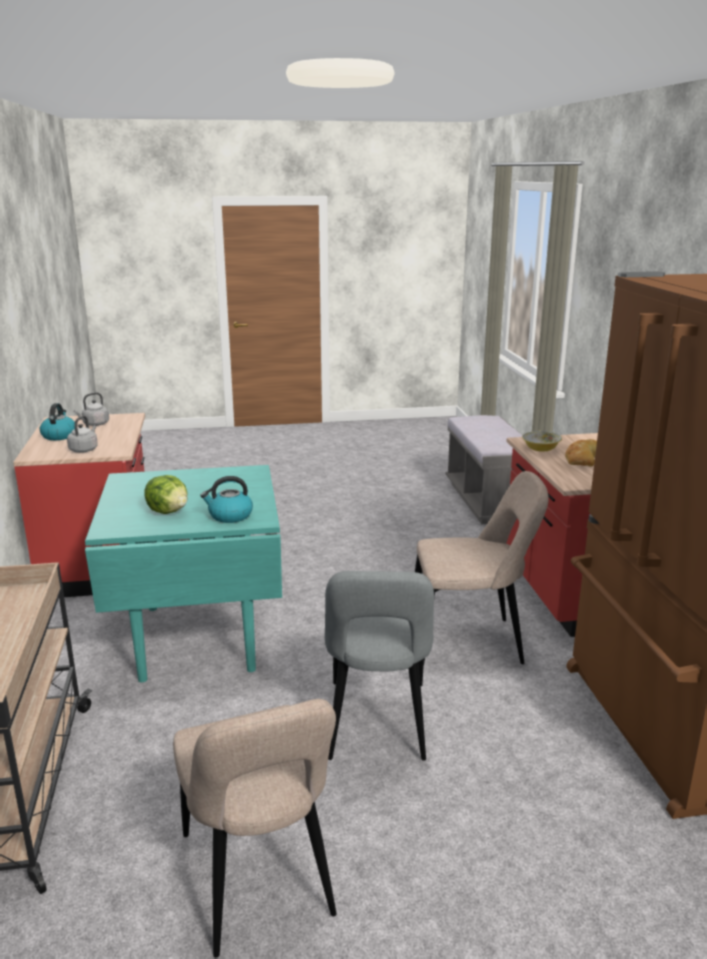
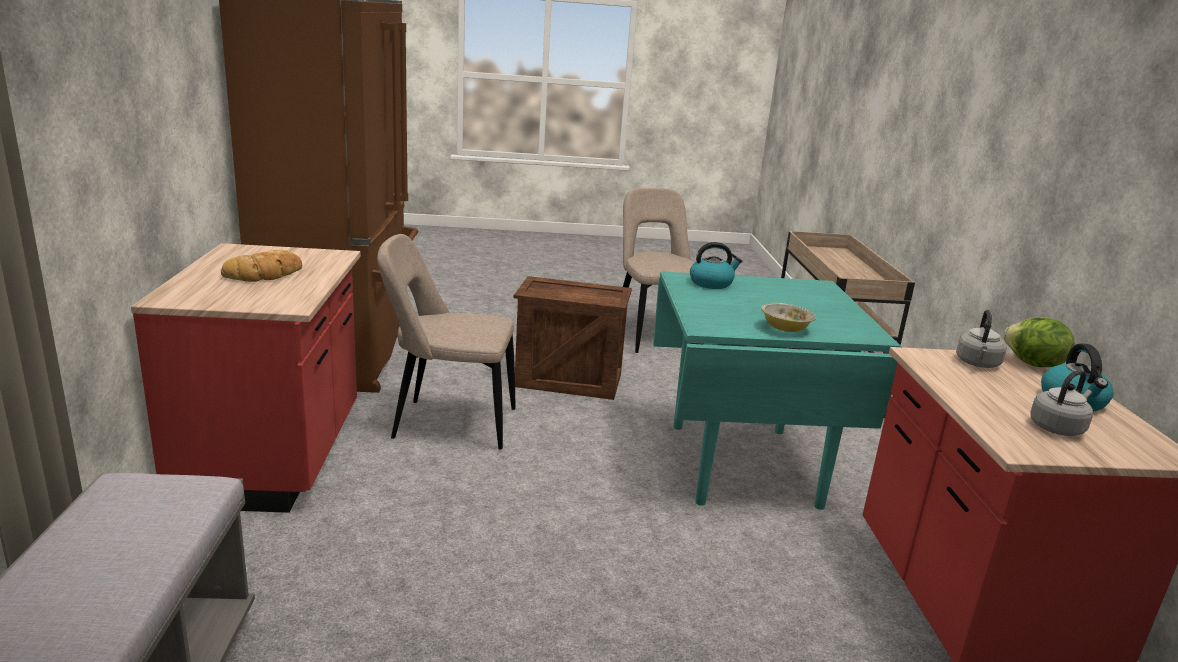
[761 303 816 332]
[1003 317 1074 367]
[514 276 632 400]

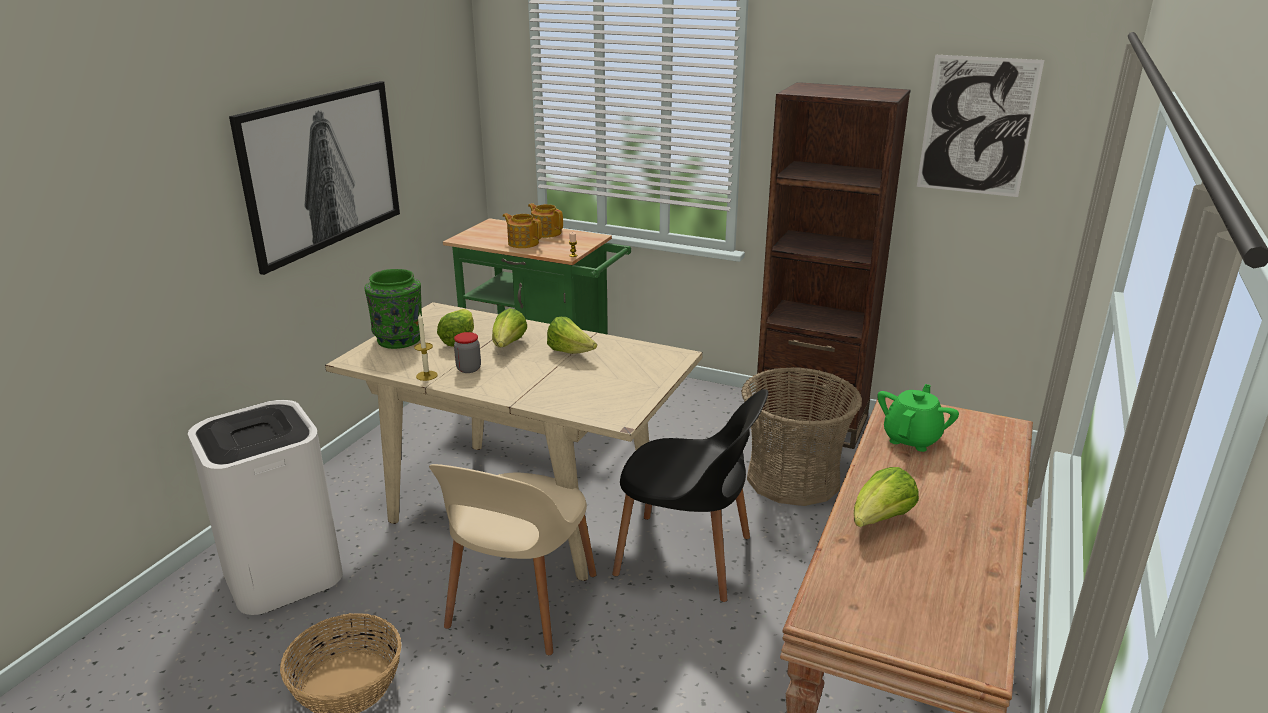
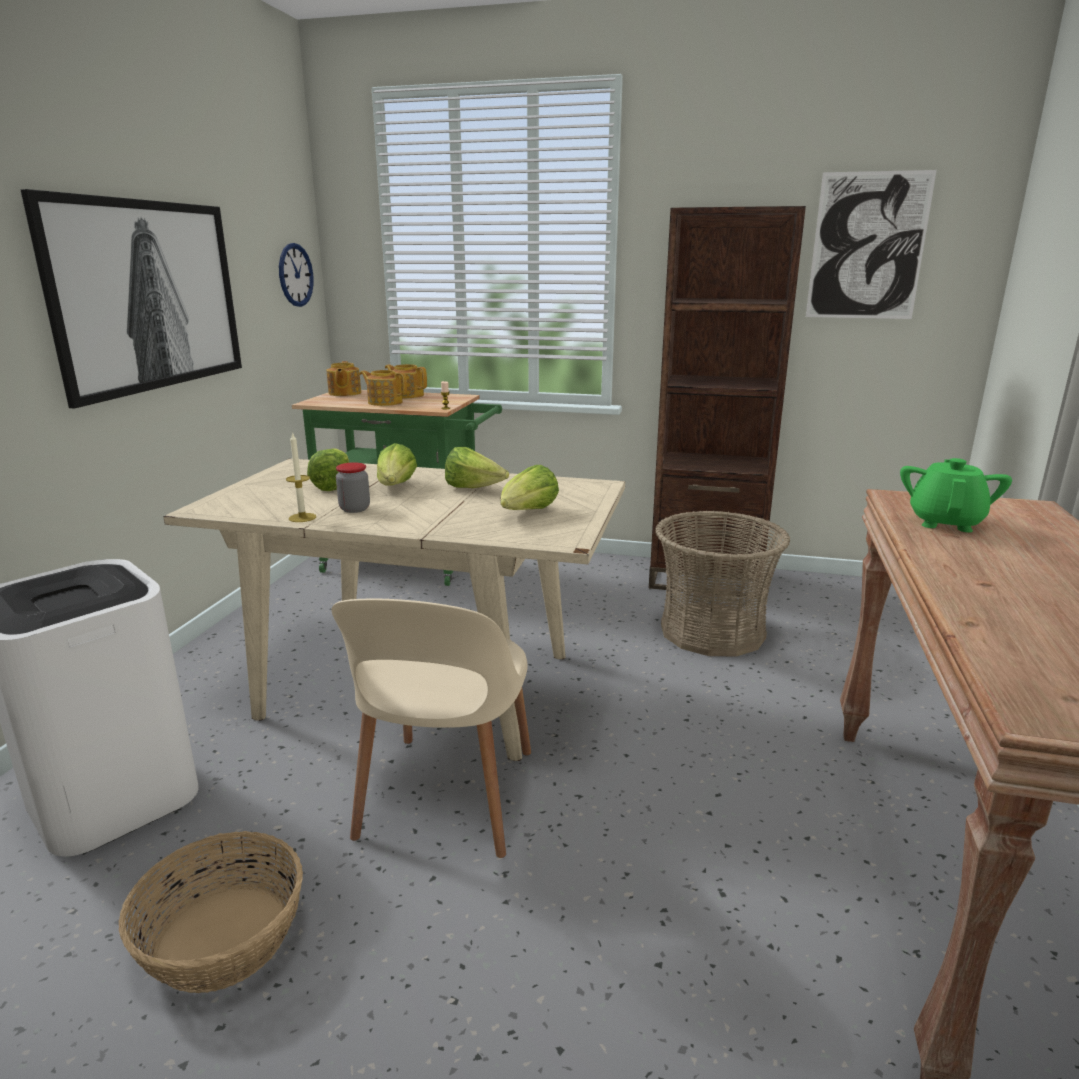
[365 269 424 349] (first image)
[612 389 768 602] (first image)
[500 465 559 510]
[279 243 314 307]
[326 361 361 396]

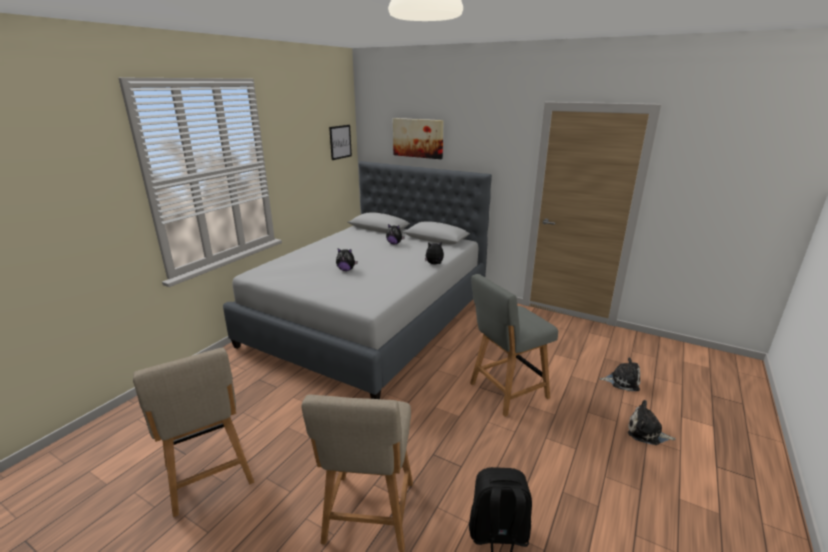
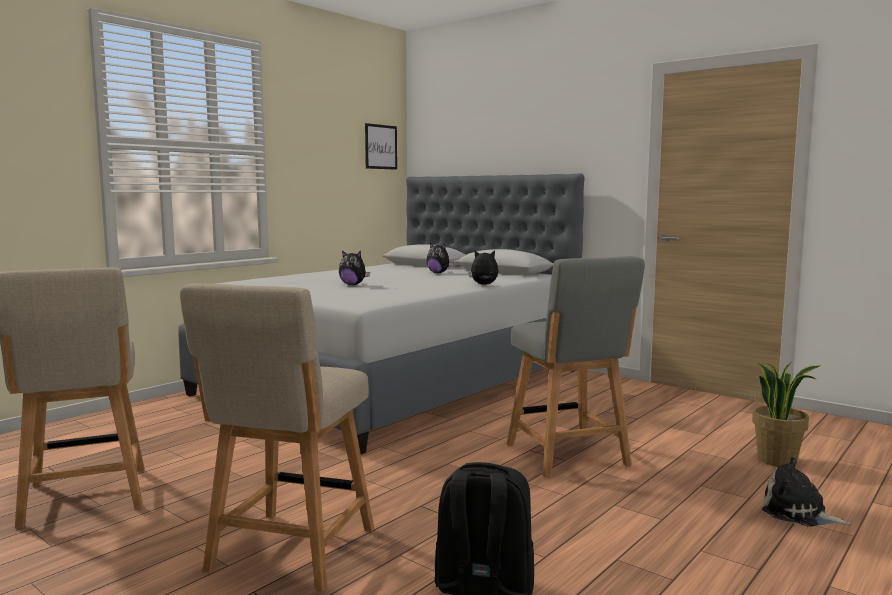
[393 118 444 159] (first image)
[507 257 645 478]
[752 363 819 467]

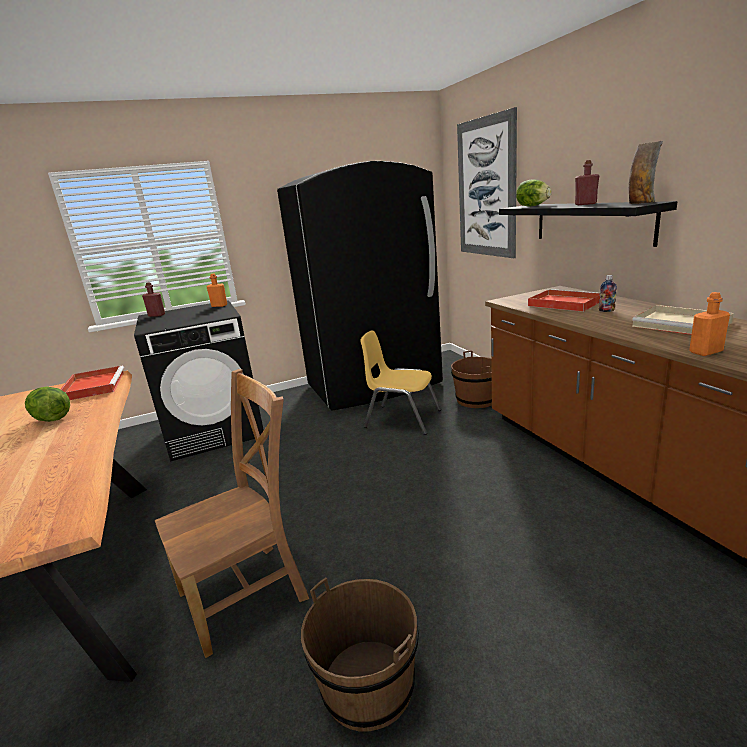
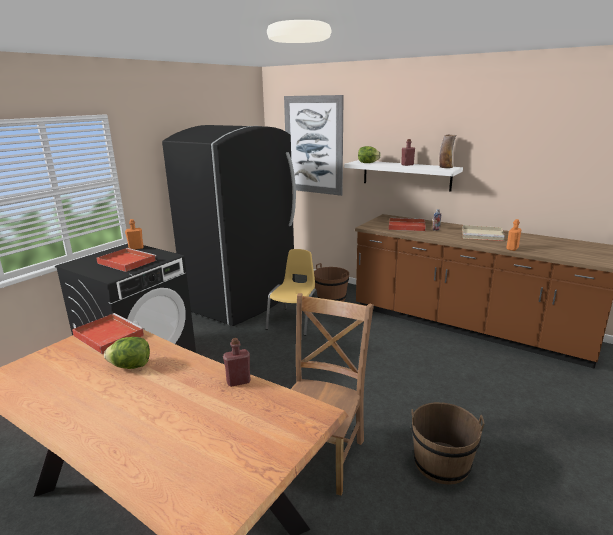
[344 160 463 191]
[223 338 251 387]
[265 249 319 336]
[96 248 156 272]

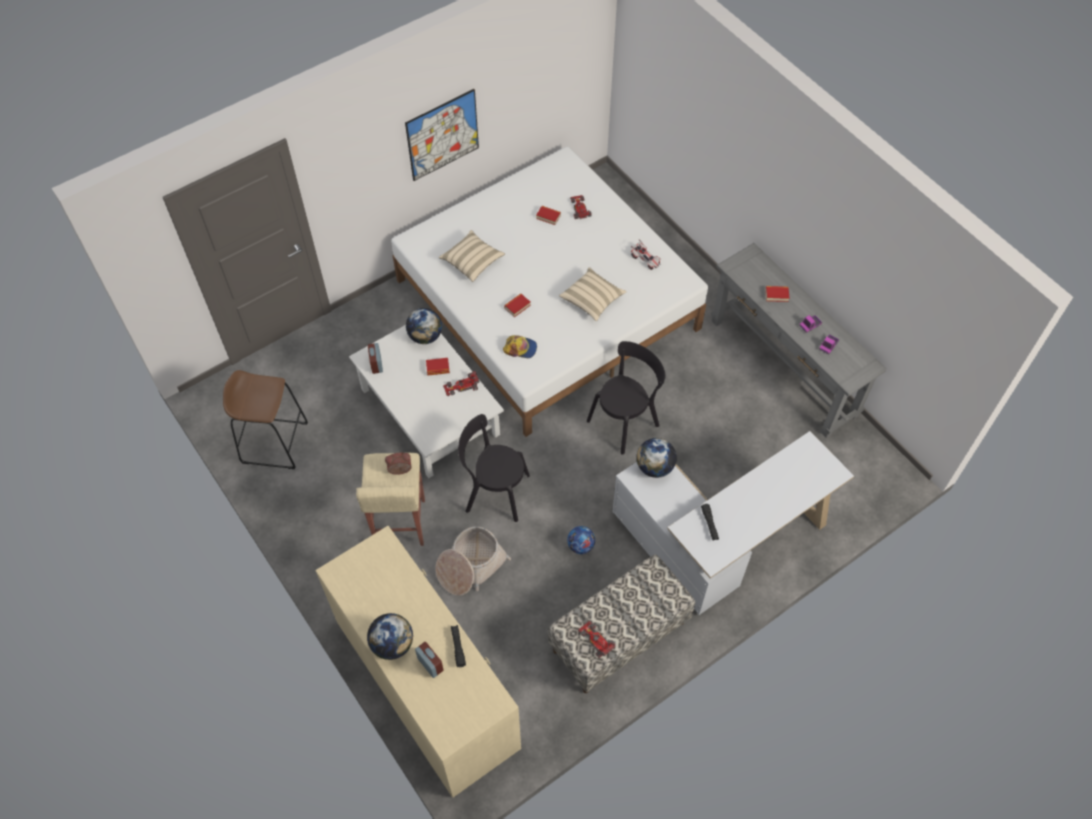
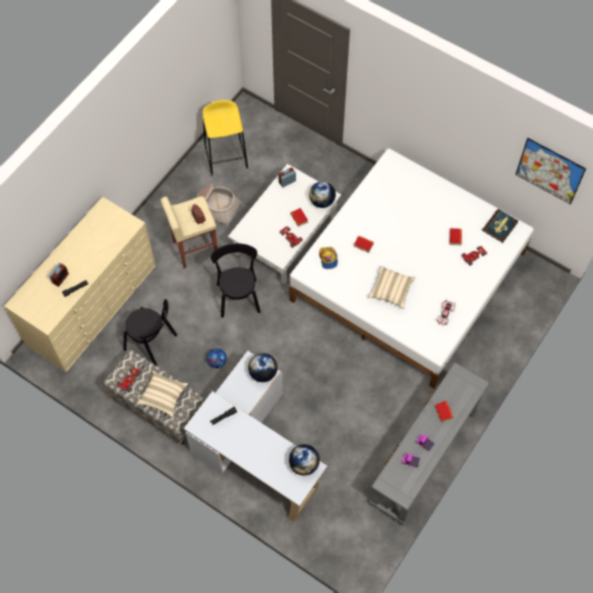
[515 138 586 204]
[137 371 188 417]
[124 299 177 366]
[202 100 248 176]
[196 184 242 228]
[289 444 320 476]
[482 209 518 243]

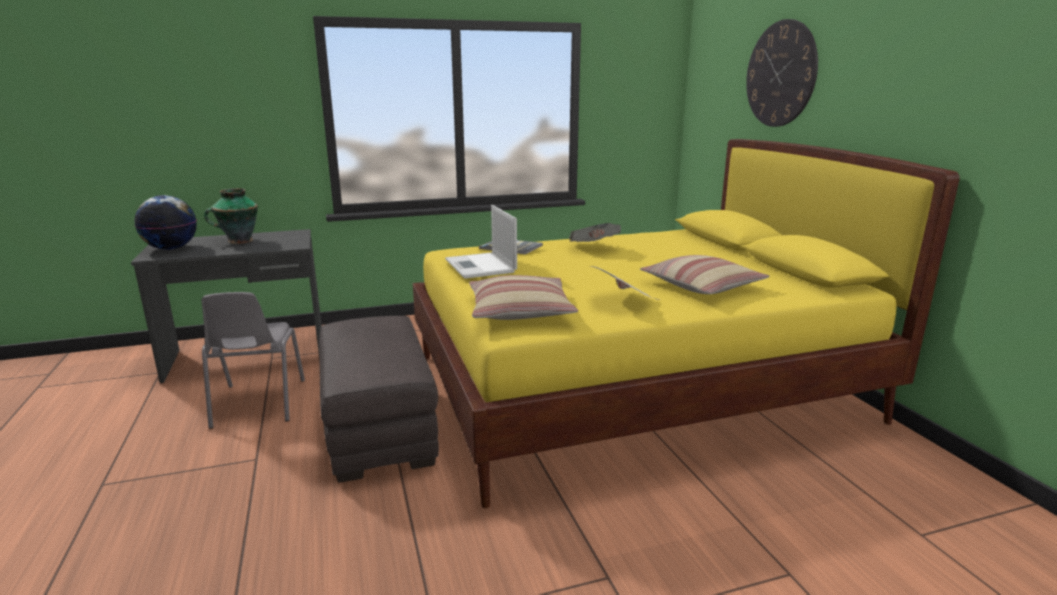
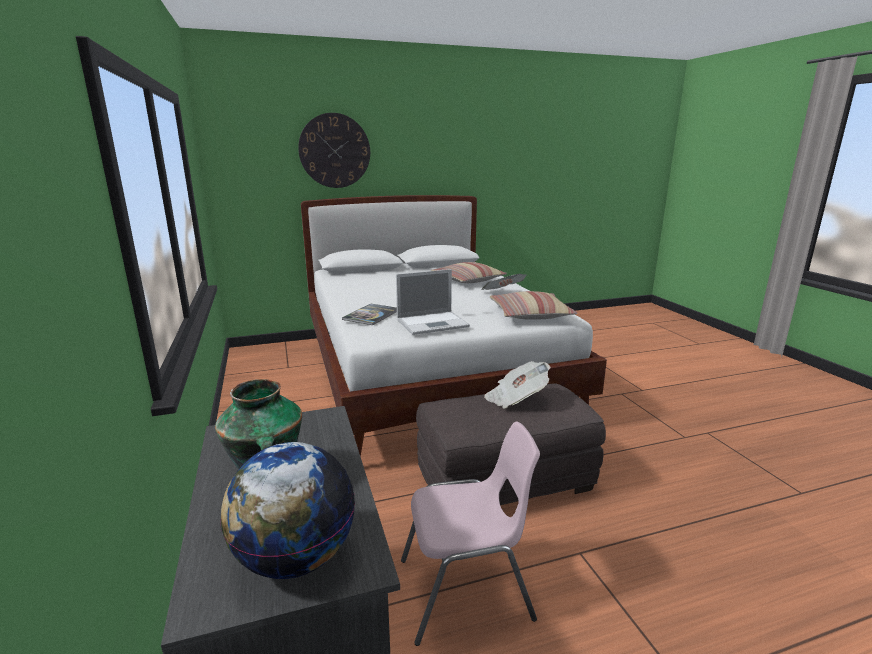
[301 195 607 457]
[484 361 551 409]
[401 421 540 646]

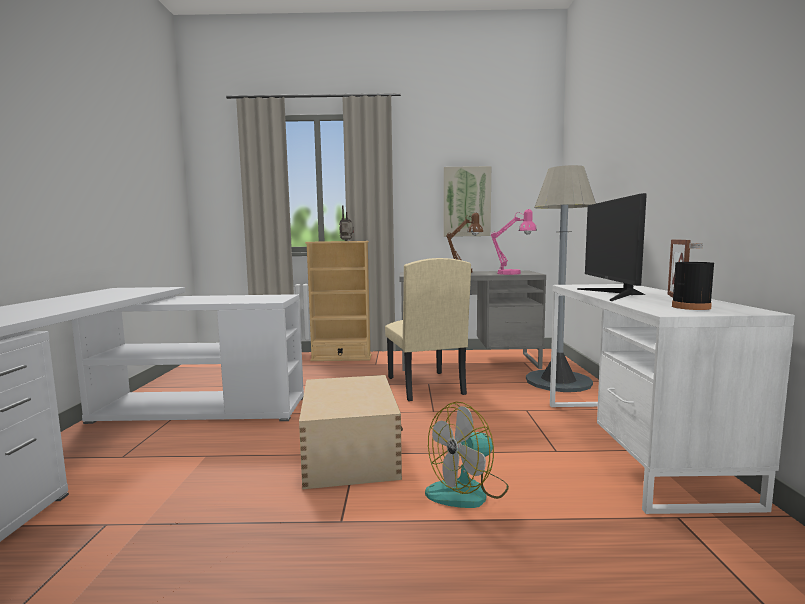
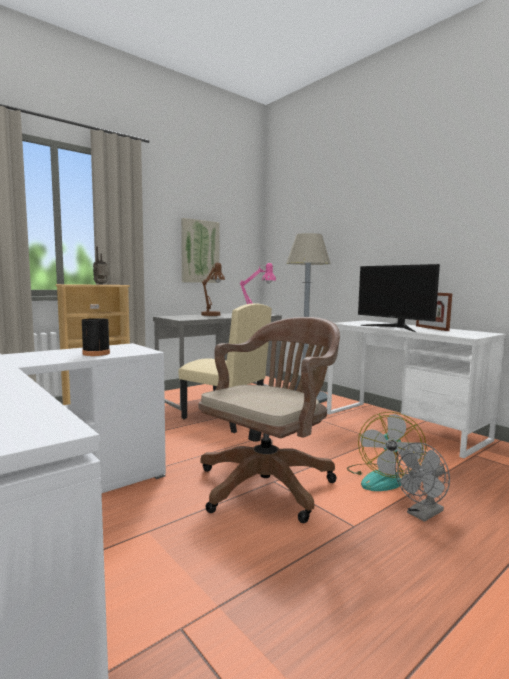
[82 304 110 356]
[199 317 340 523]
[395 442 450 522]

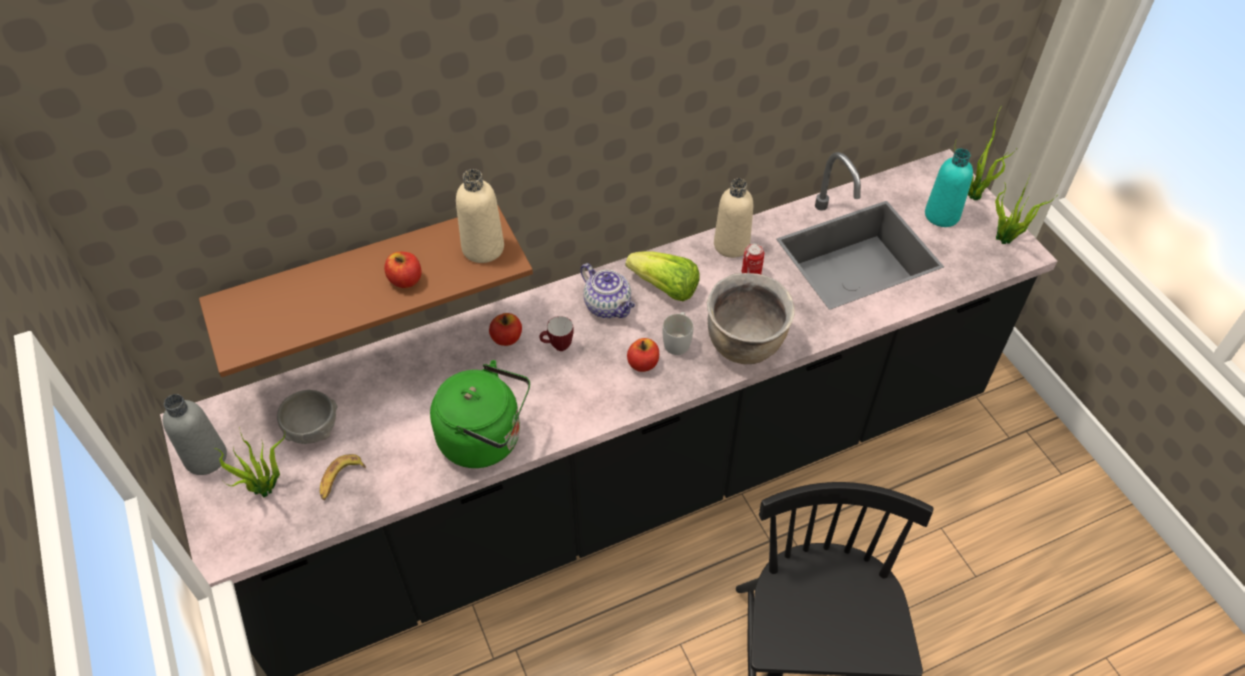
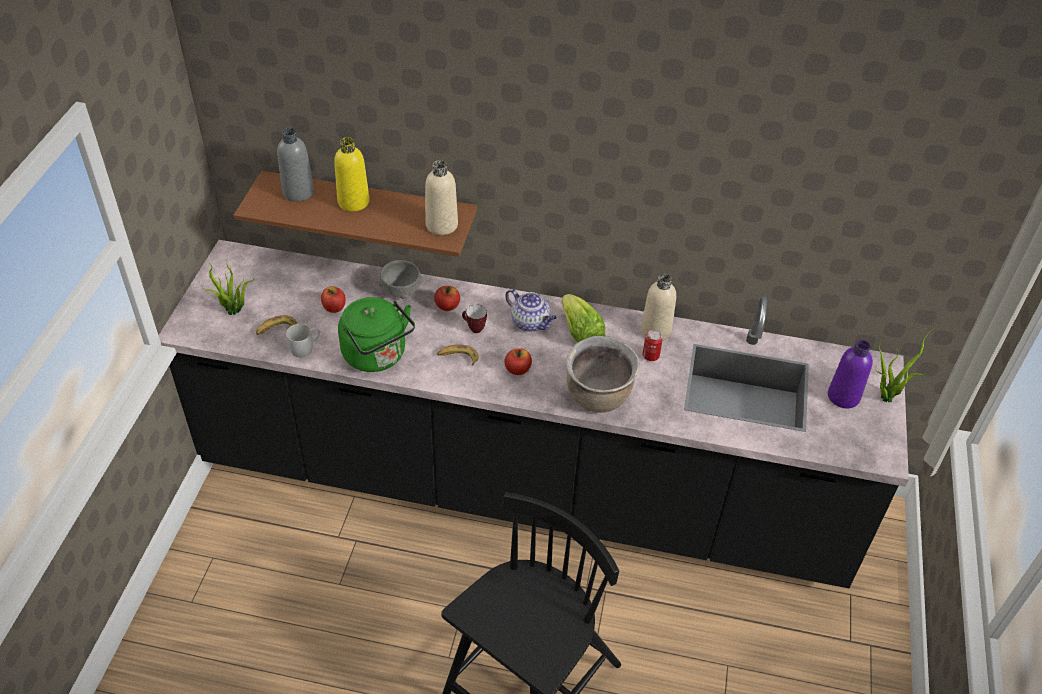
[828 340 873 409]
[995 176 1056 244] (first image)
[321 286 346 313]
[505 289 557 332]
[286 324 320 358]
[379 260 423 299]
[277 128 314 202]
[334 137 370 211]
[437 345 479 366]

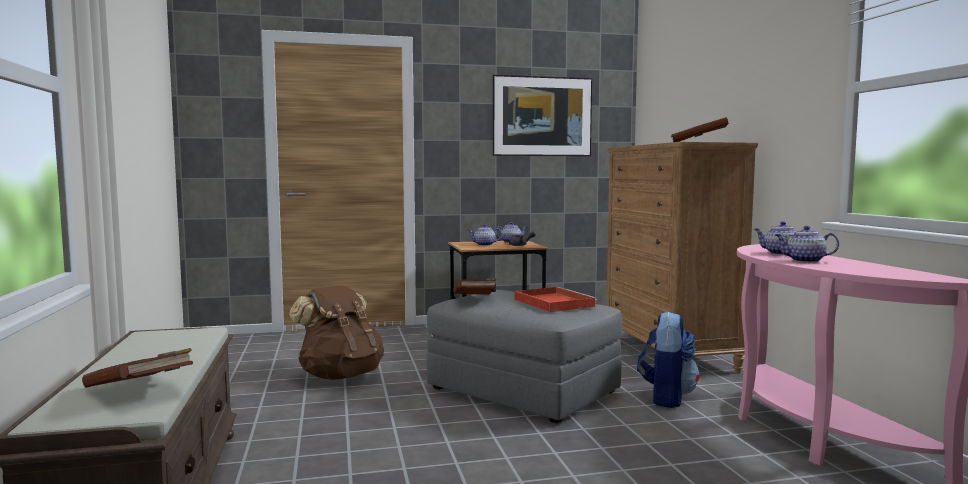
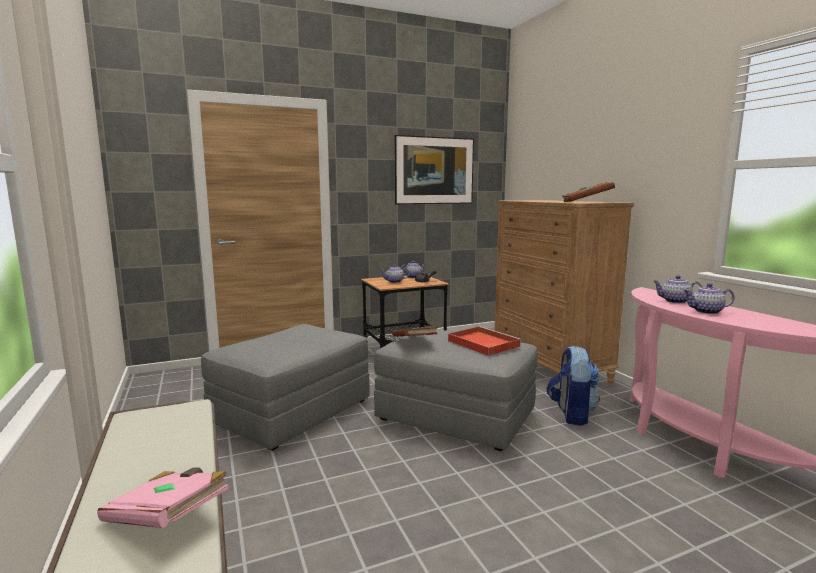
[201 324 369 451]
[97 467 229 528]

